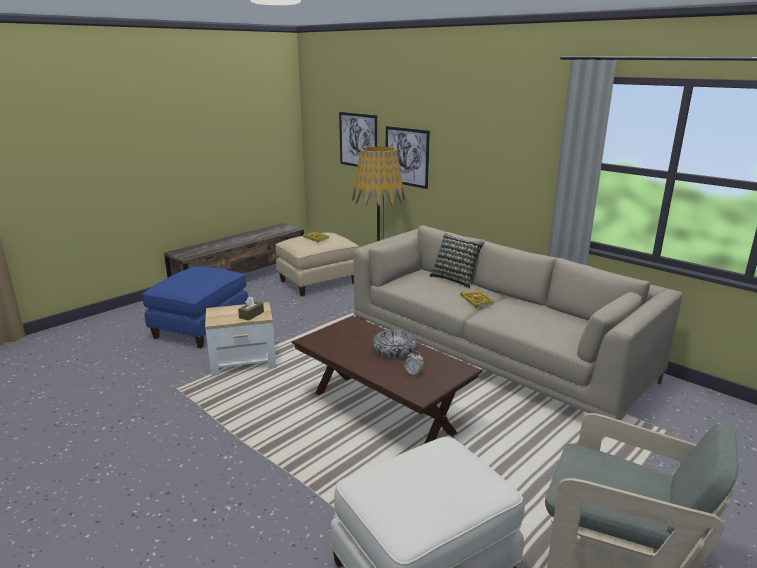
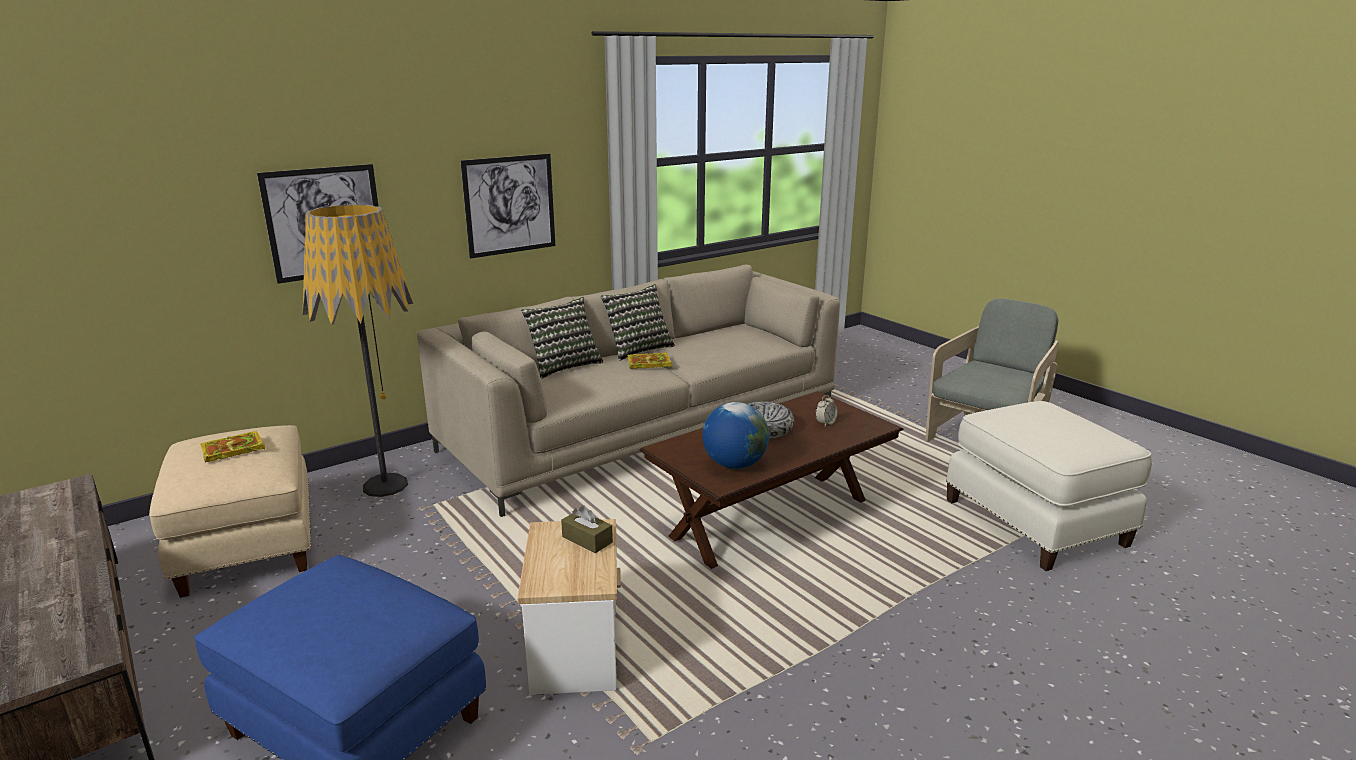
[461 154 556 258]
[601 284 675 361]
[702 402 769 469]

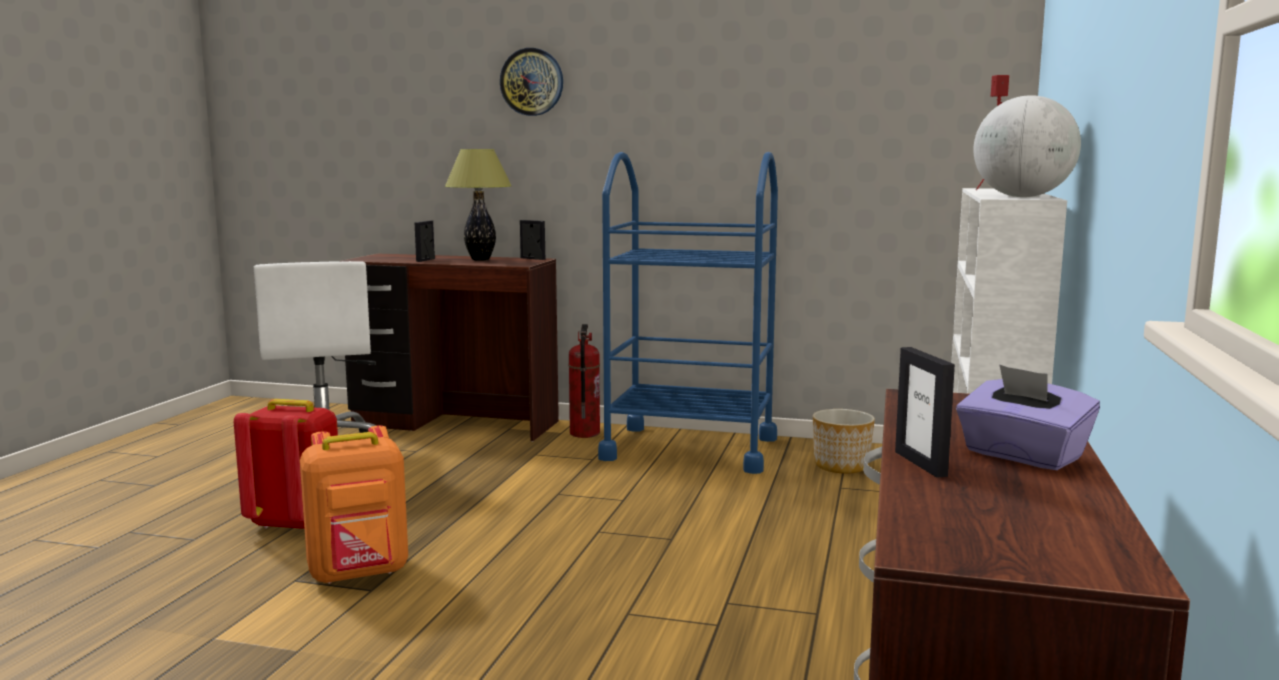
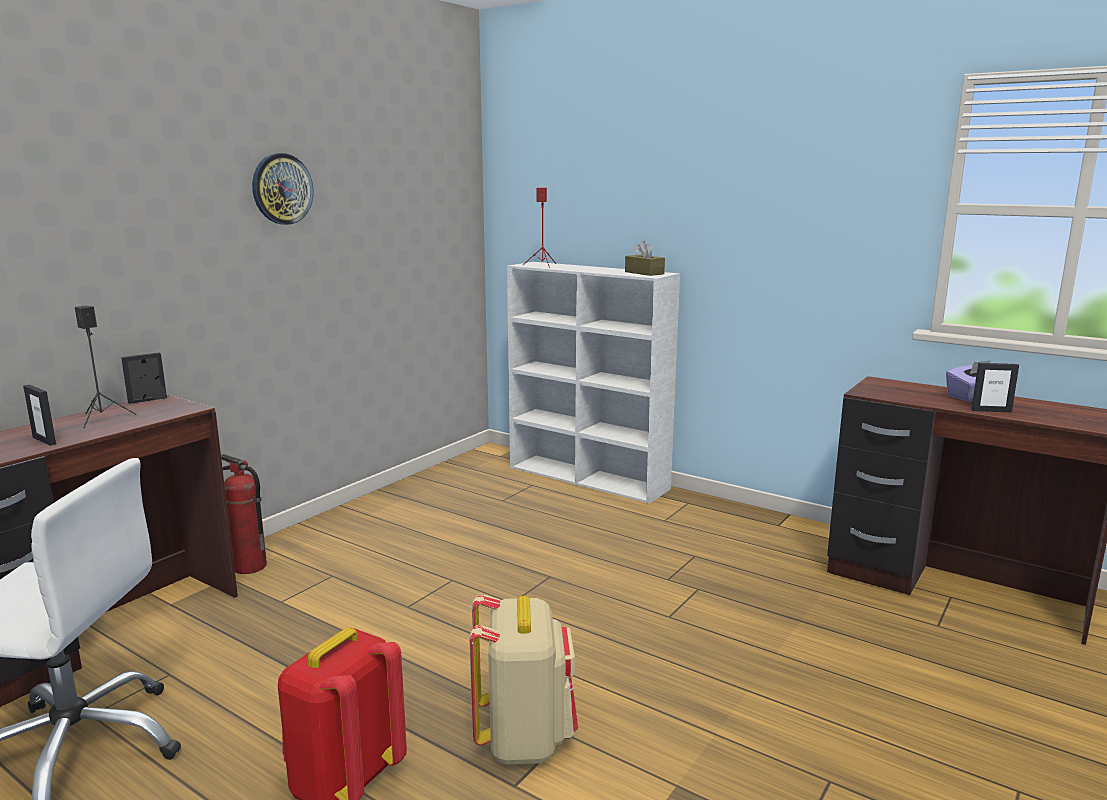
[252 153 313 225]
[625 241 665 276]
[75 305 137 428]
[598 152 778 474] (first image)
[813 409 875 474] (first image)
[469 594 578 765]

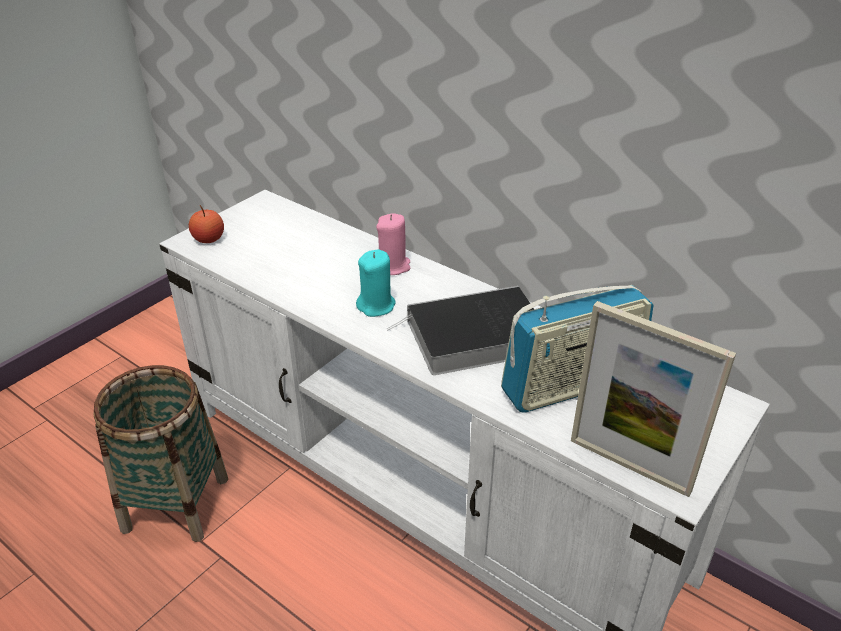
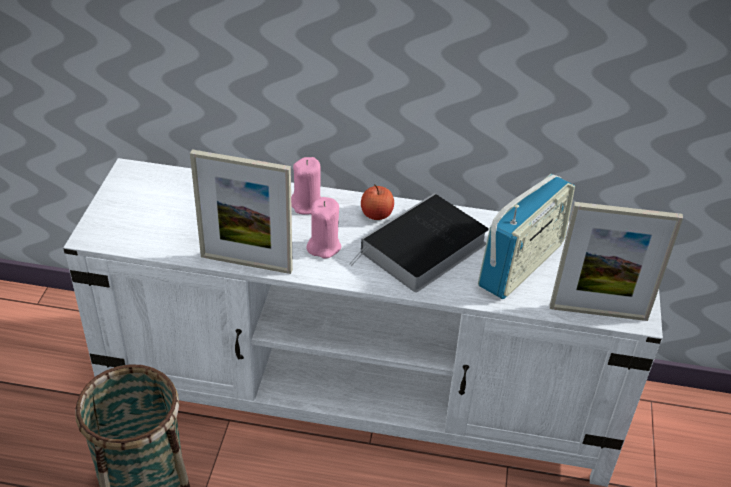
[361 185 394 220]
[306 197 341 259]
[190 149 293 274]

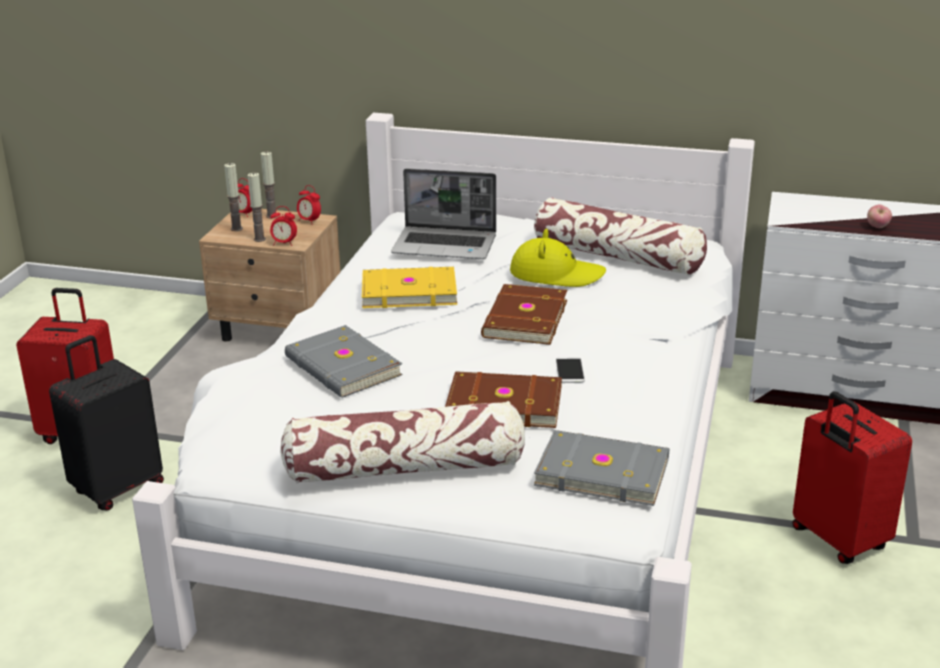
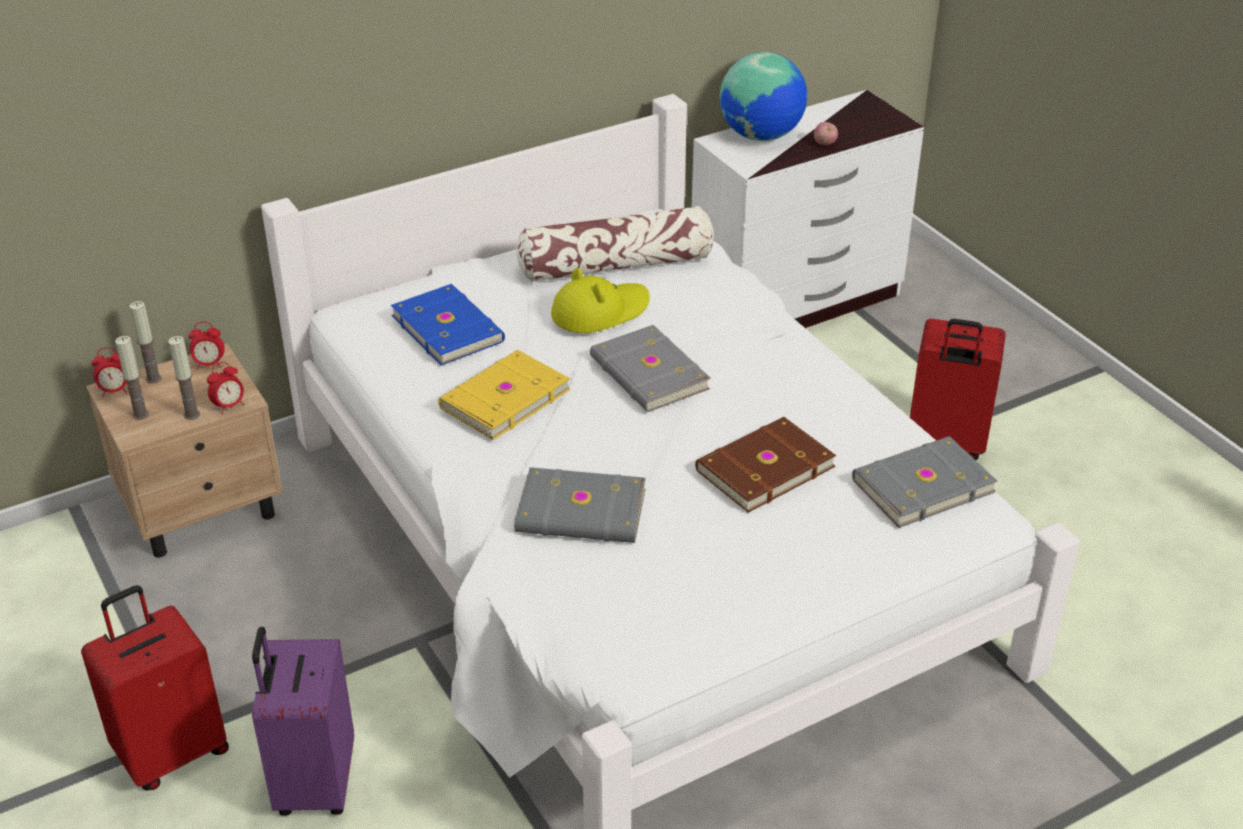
[391 284 505 365]
[590 325 710 412]
[252 627 354 816]
[556 357 585 383] (first image)
[280 401 525 483] (first image)
[720 52 807 141]

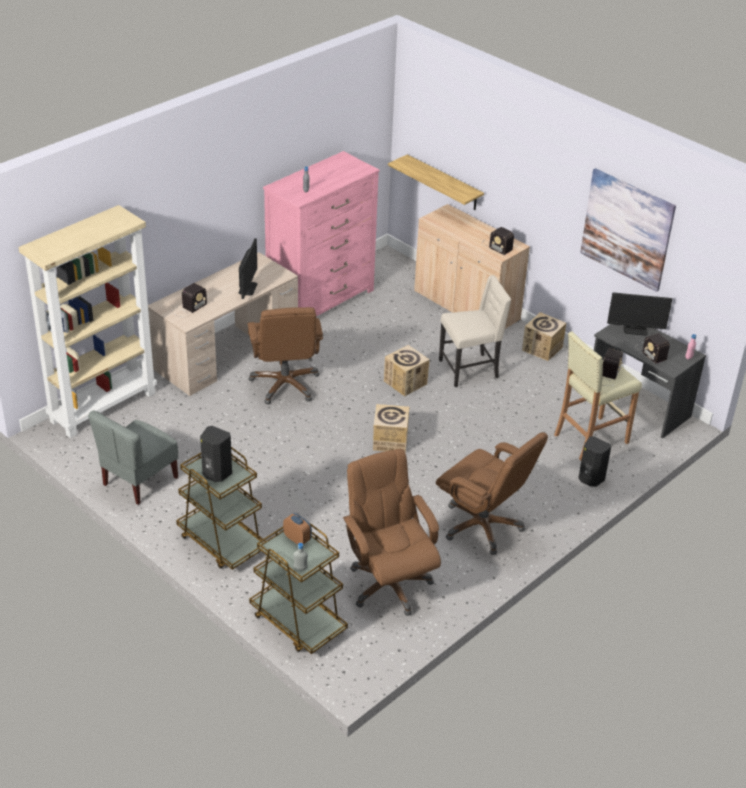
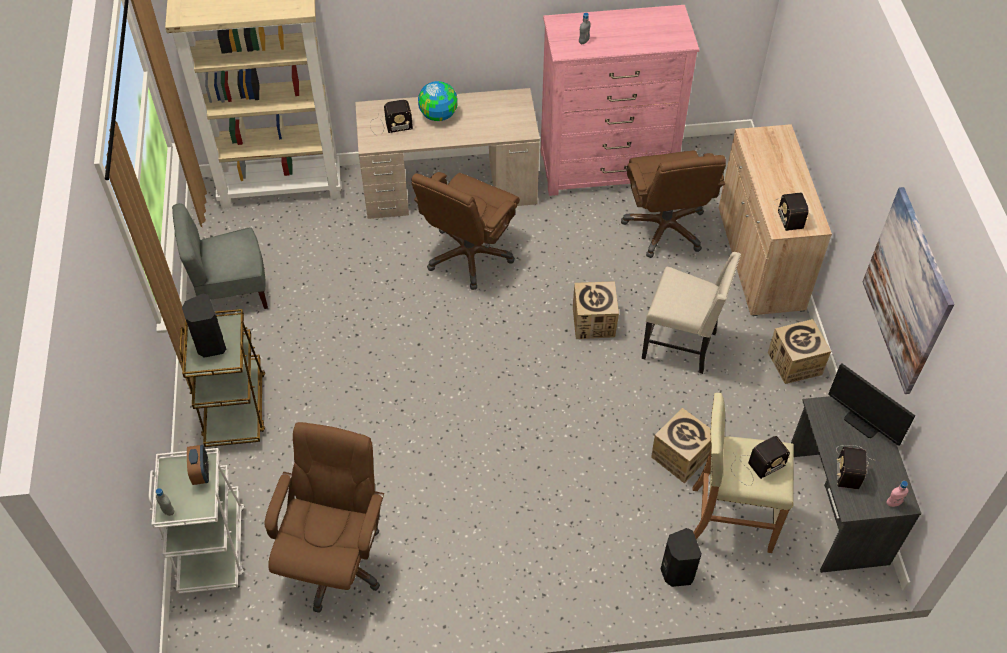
[388 154 484 210] (first image)
[238 238 257 299] (first image)
[651 408 711 483]
[621 150 726 258]
[149 448 245 594]
[418 81 458 121]

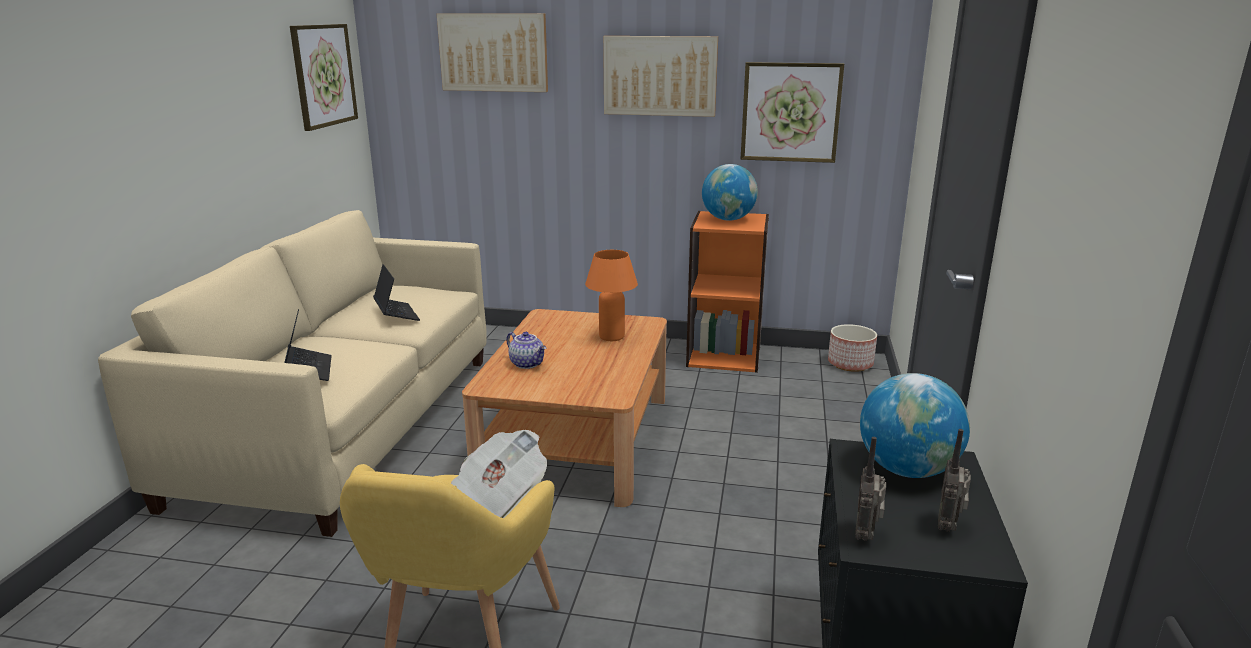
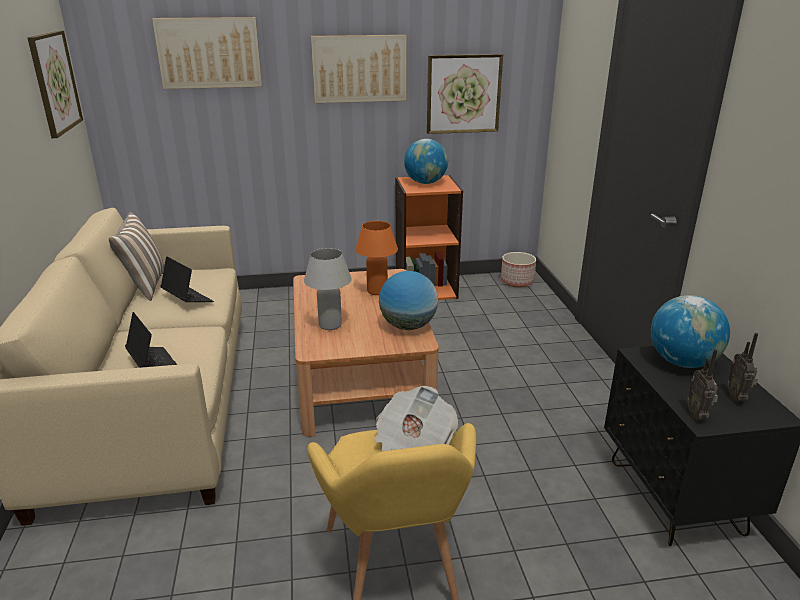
[304 248 352 330]
[109 212 165 301]
[379 271 438 330]

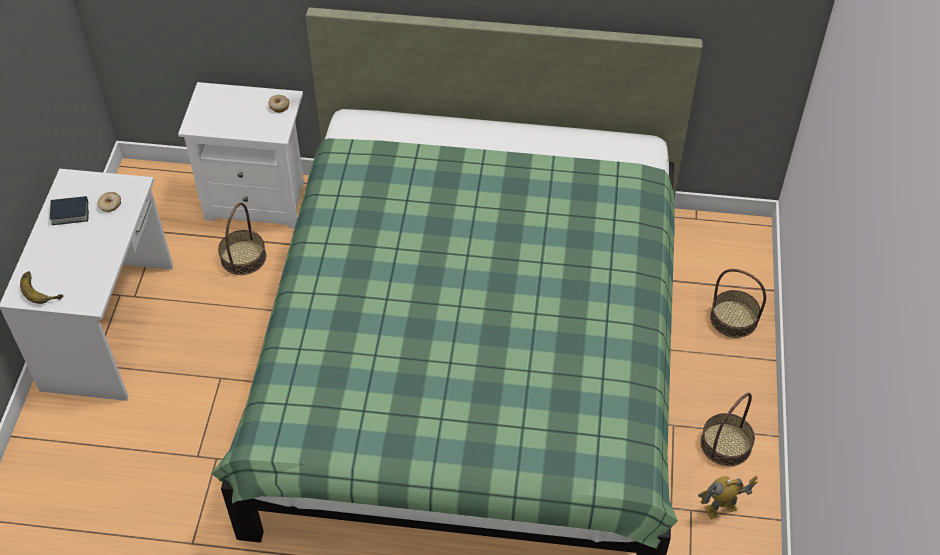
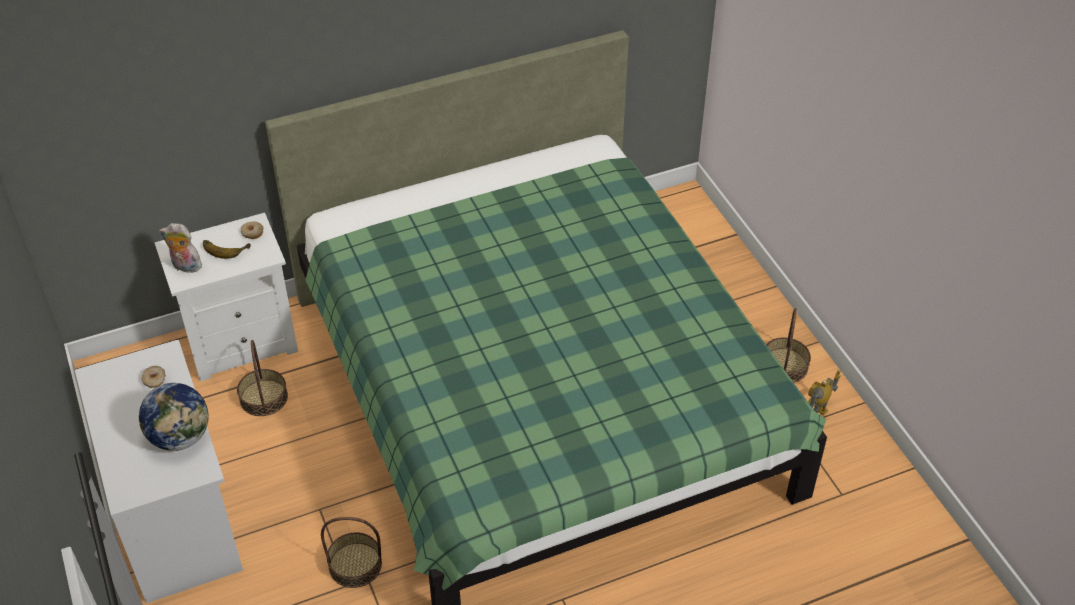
[50 196 89 225] (first image)
[321 517 382 588]
[203 240 251 259]
[159 223 202 275]
[139 383 209 451]

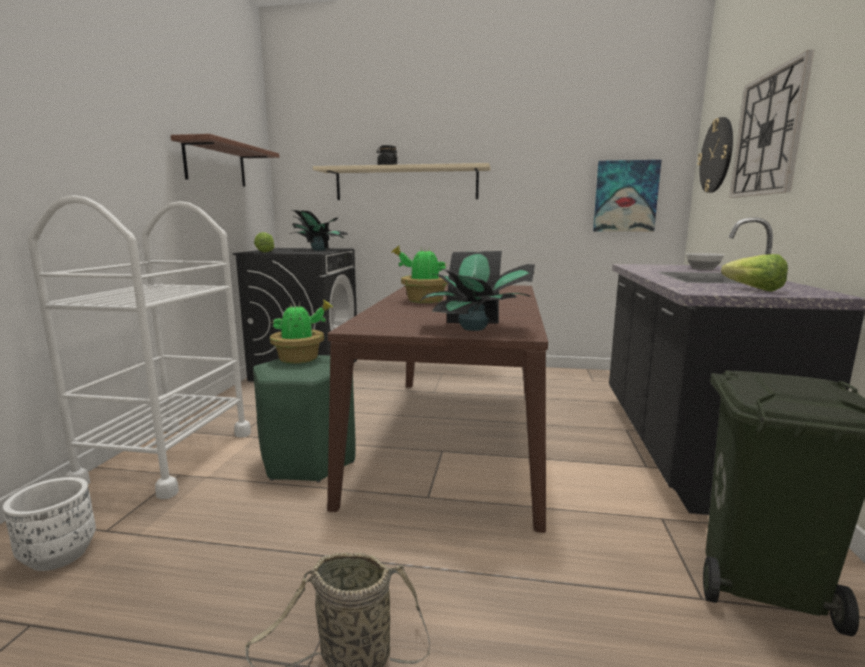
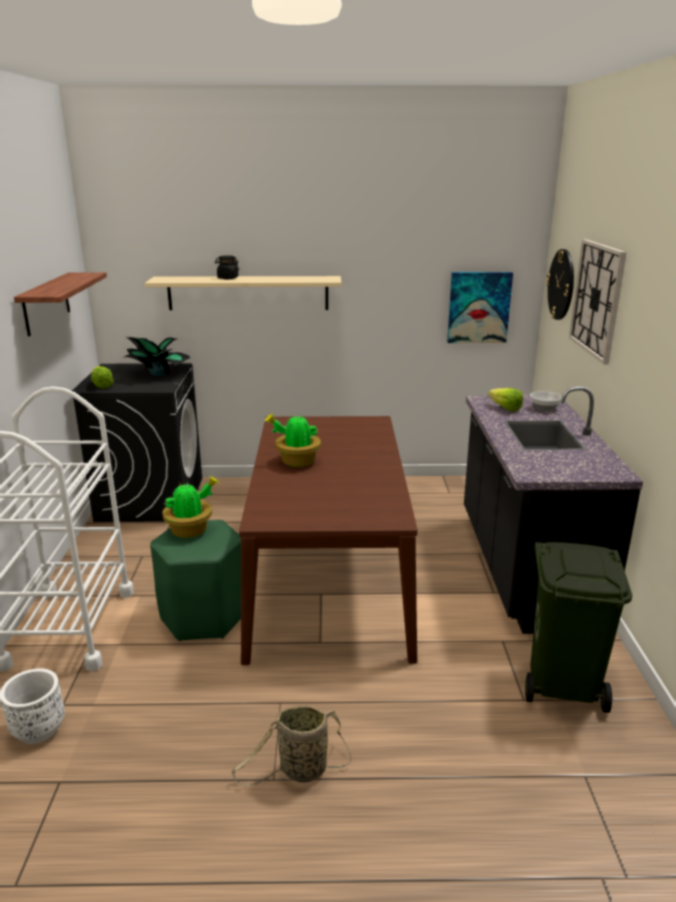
[419 251 535 331] (first image)
[488 388 523 412]

